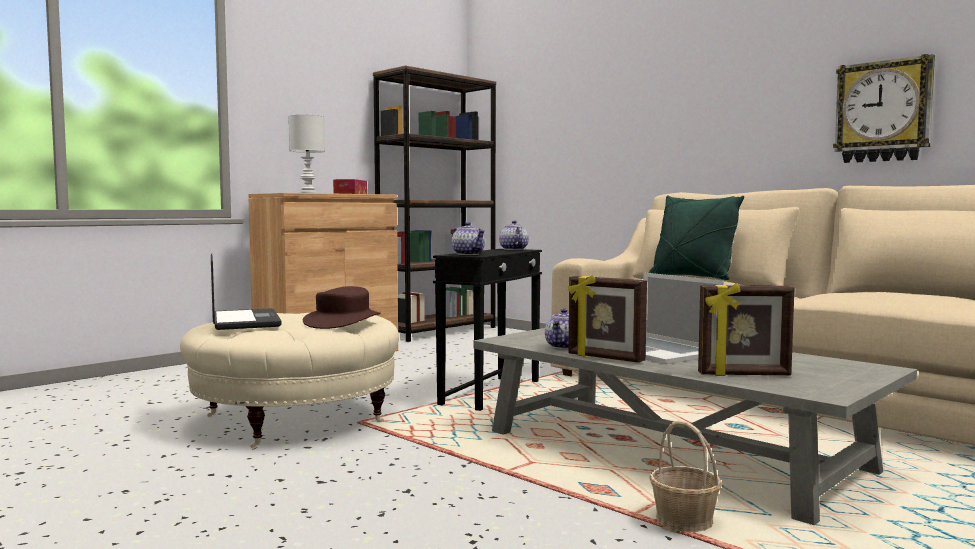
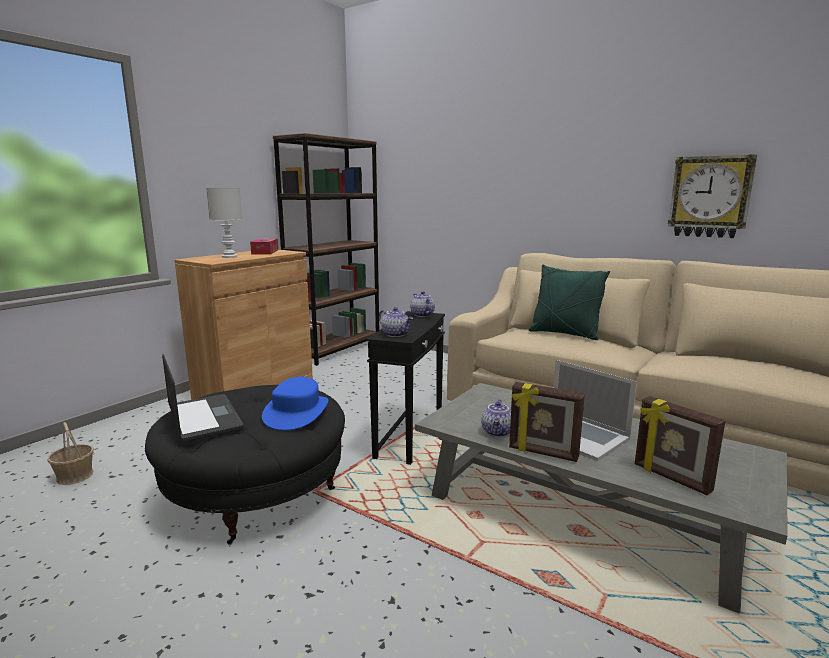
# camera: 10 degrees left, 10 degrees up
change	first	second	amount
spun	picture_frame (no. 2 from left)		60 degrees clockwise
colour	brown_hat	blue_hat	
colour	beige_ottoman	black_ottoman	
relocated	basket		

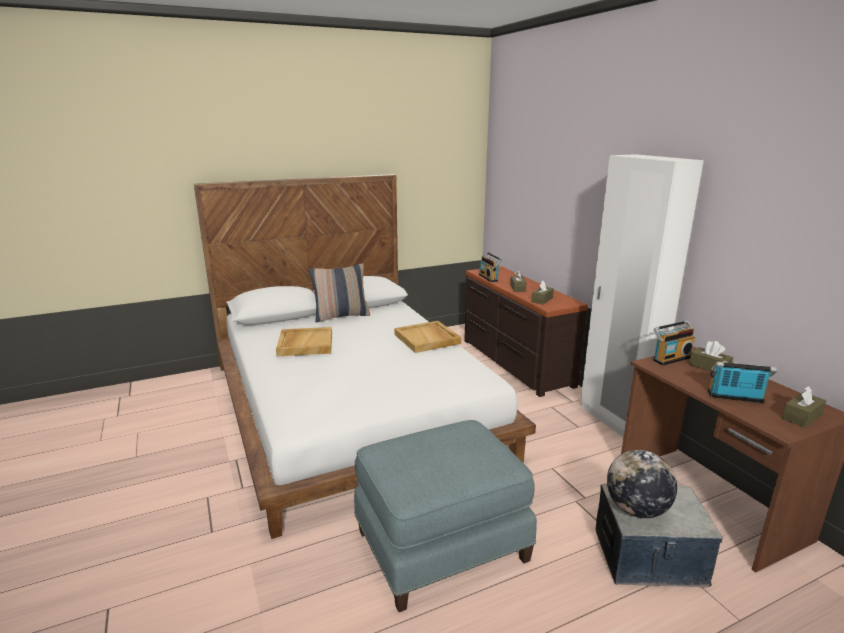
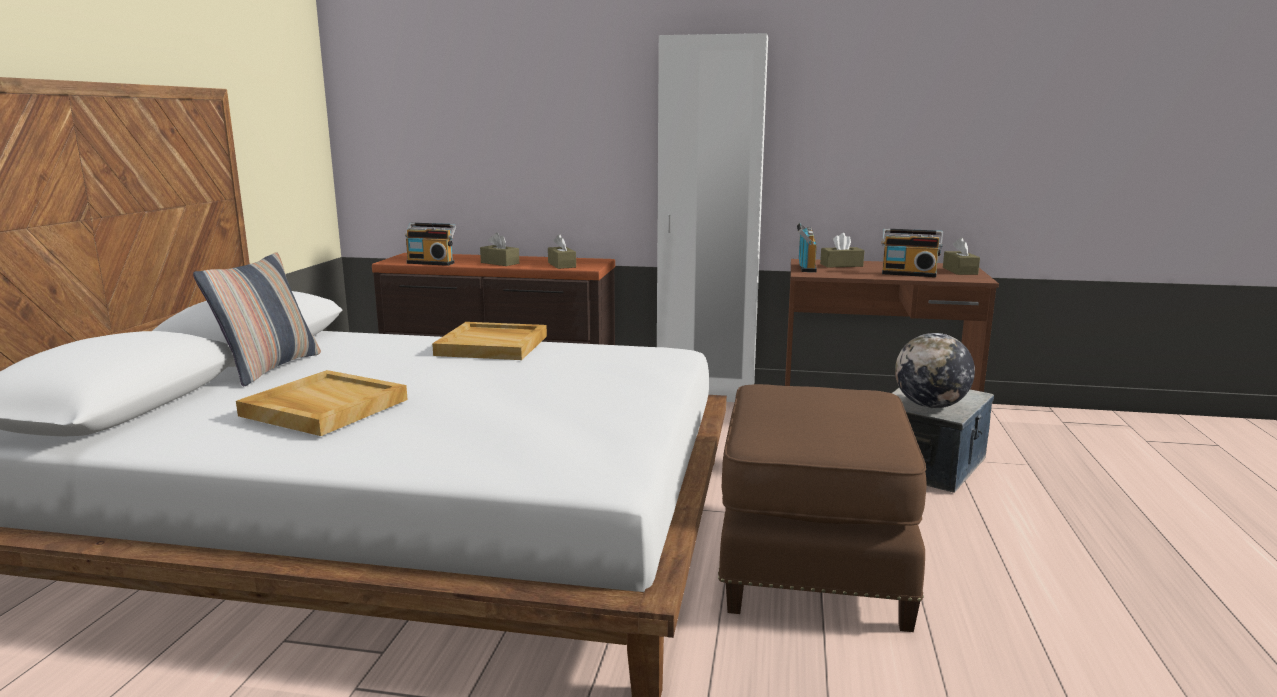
# camera: 55 degrees left, 5 degrees down
change	first	second	amount
spun	radio (no. 3 from left)		120 degrees counterclockwise
colour	blue_ottoman	brown_ottoman	

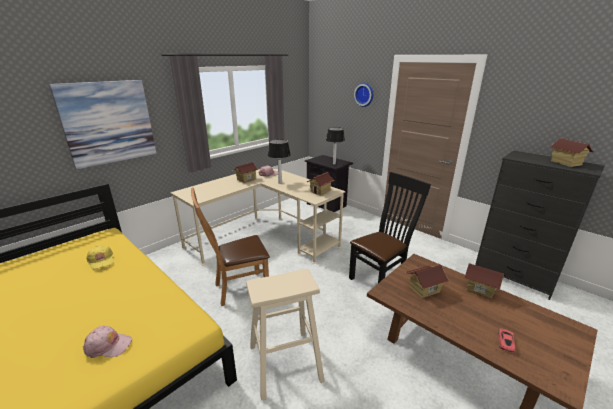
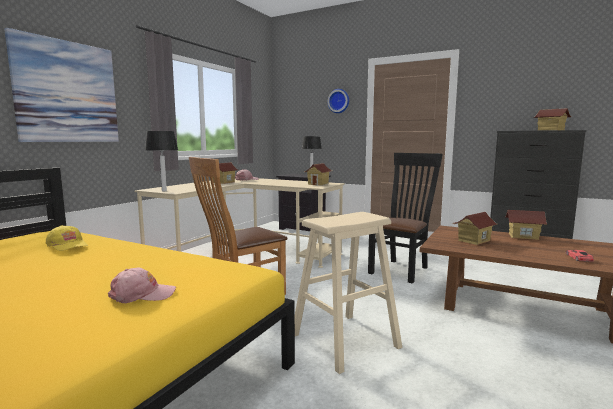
# camera: 15 degrees left, 15 degrees down
change	first	second	amount
relocated	table_lamp (no. 1 from left)		

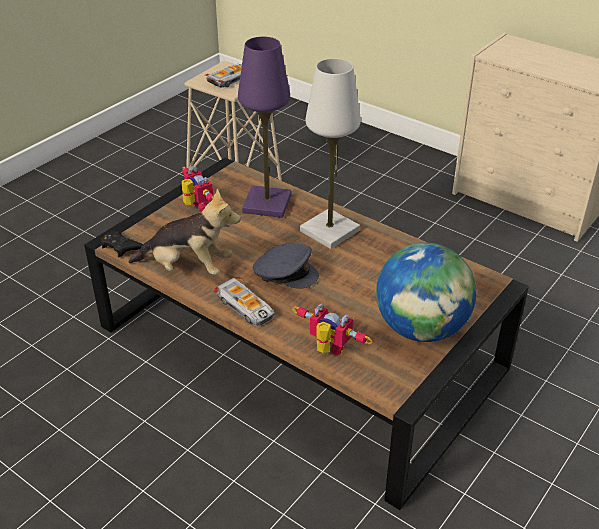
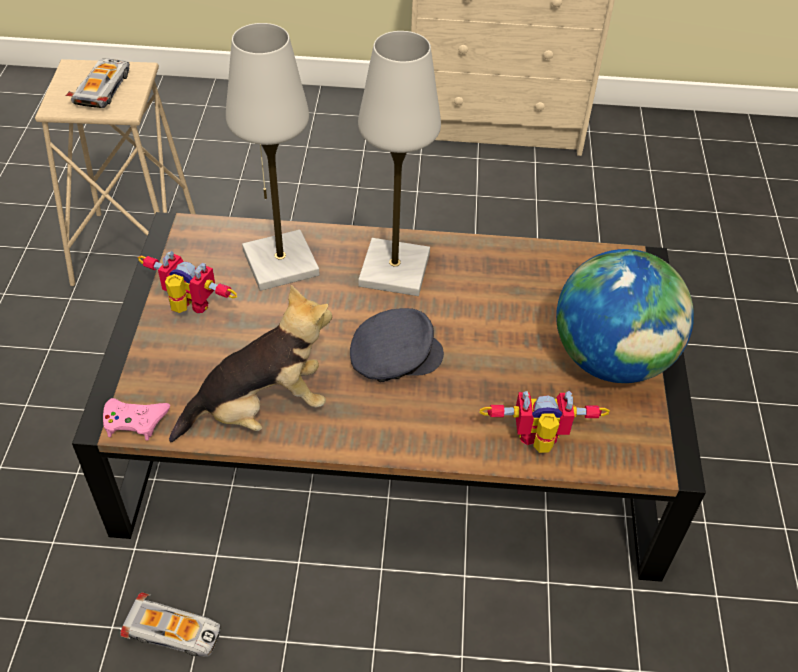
# camera: 35 degrees left, 10 degrees up
change	first	second	amount
colour	purple_table_lamp	white_table_lamp (no. 1 from left)	
colour	black_game_controller	pink_game_controller	
relocated	toy_car (no. 2 from left)		

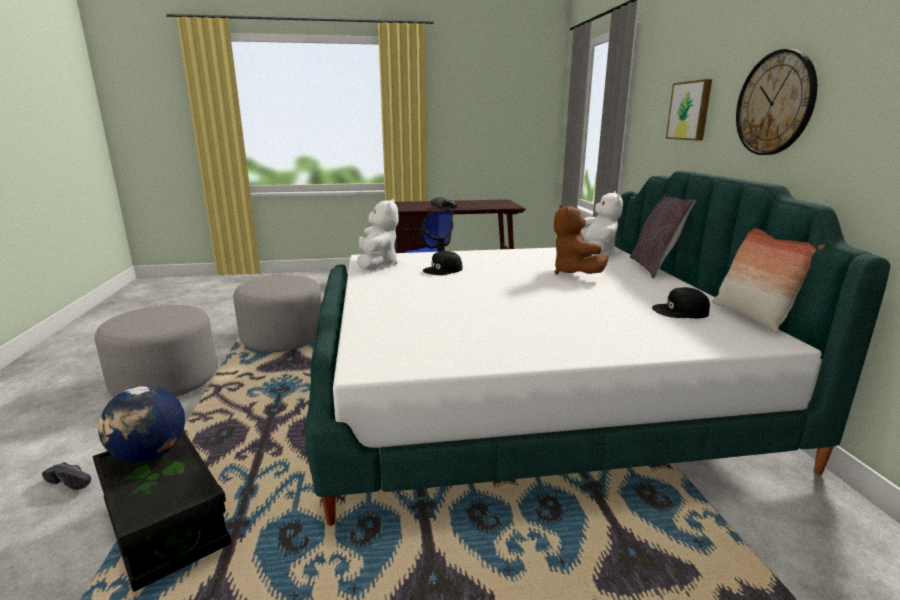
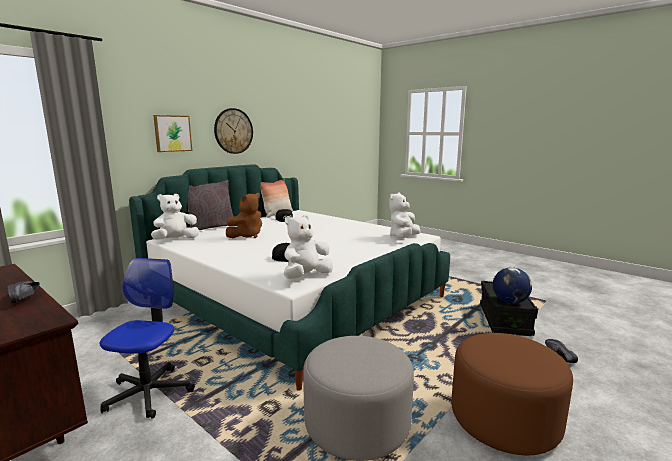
# camera: 130 degrees left, 5 degrees down
change	first	second	amount
colour	grey_ottoman (no. 1 from left)	brown_ottoman	
appeared		white_plush_toy (no. 3 from left)	

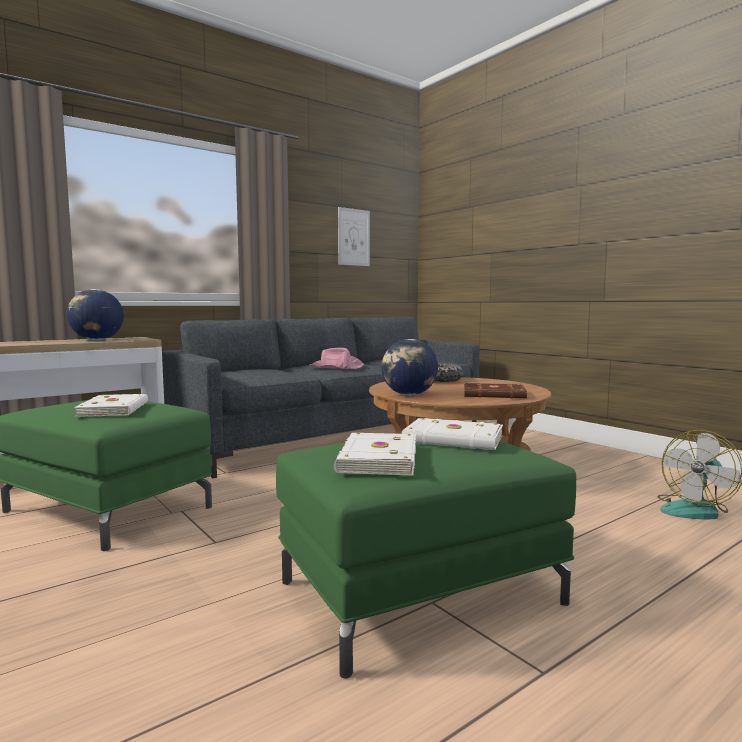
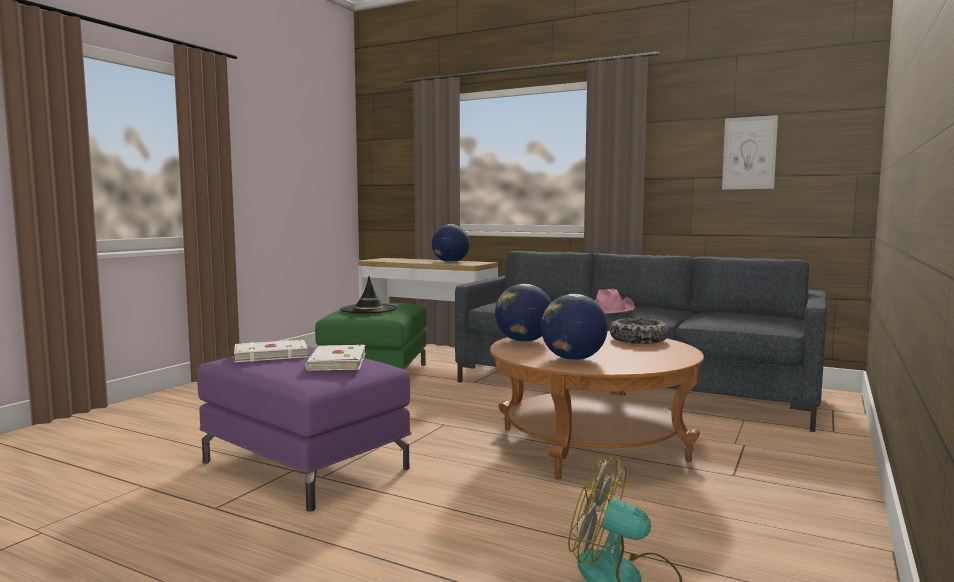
# camera: 65 degrees right, 0 degrees up
change	first	second	amount
exchanged	brown_book	globe (no. 3 from left)	
exchanged	white_book (no. 1 from left)	black_hat	
colour	green_ottoman (no. 2 from left)	purple_ottoman	

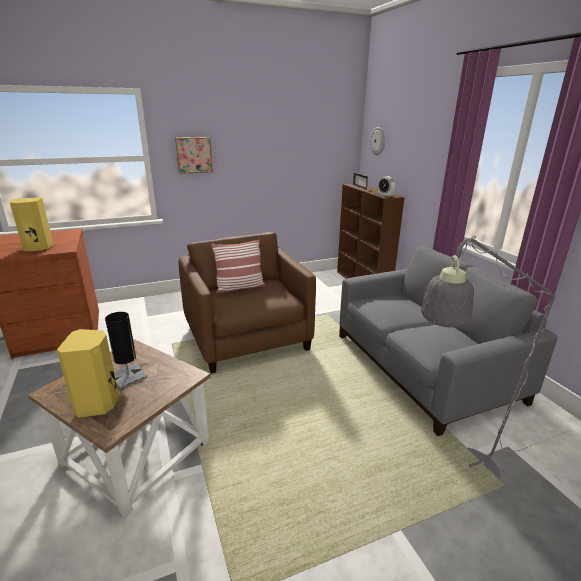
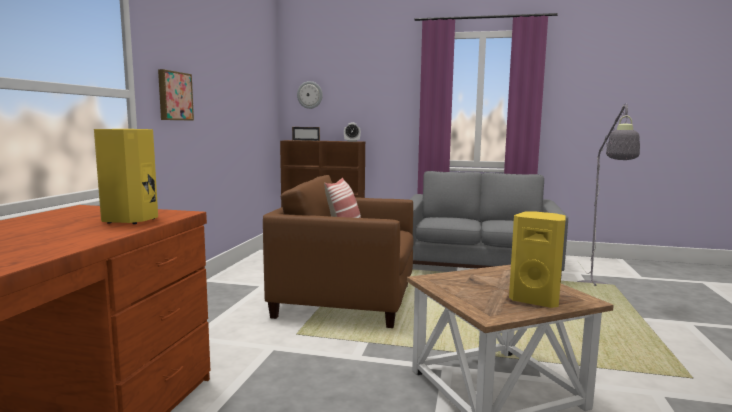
# camera: 55 degrees left, 15 degrees down
change	first	second	amount
missing	black_table_lamp		

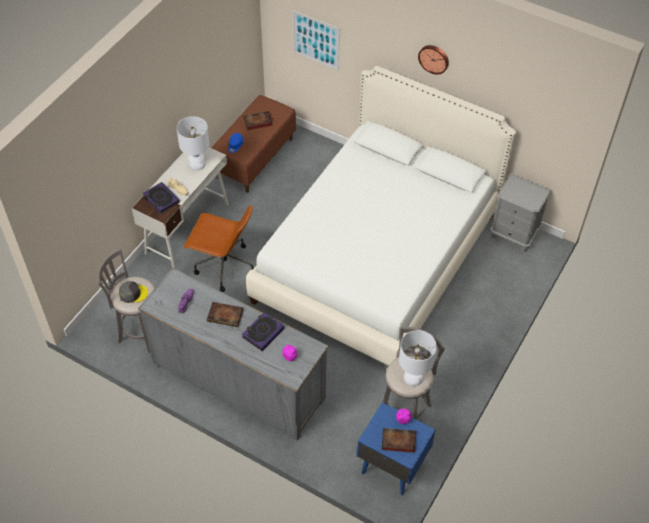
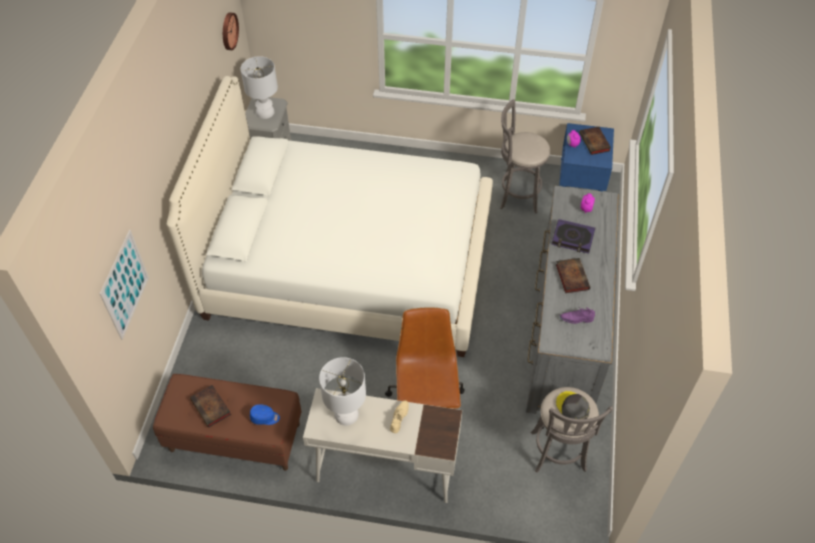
# camera: 110 degrees left, 0 degrees up
change	first	second	amount
relocated	wall_clock		
missing	book (no. 1 from left)		
relocated	white_table_lamp (no. 2 from left in the first image)	white_table_lamp (no. 1 from left)	

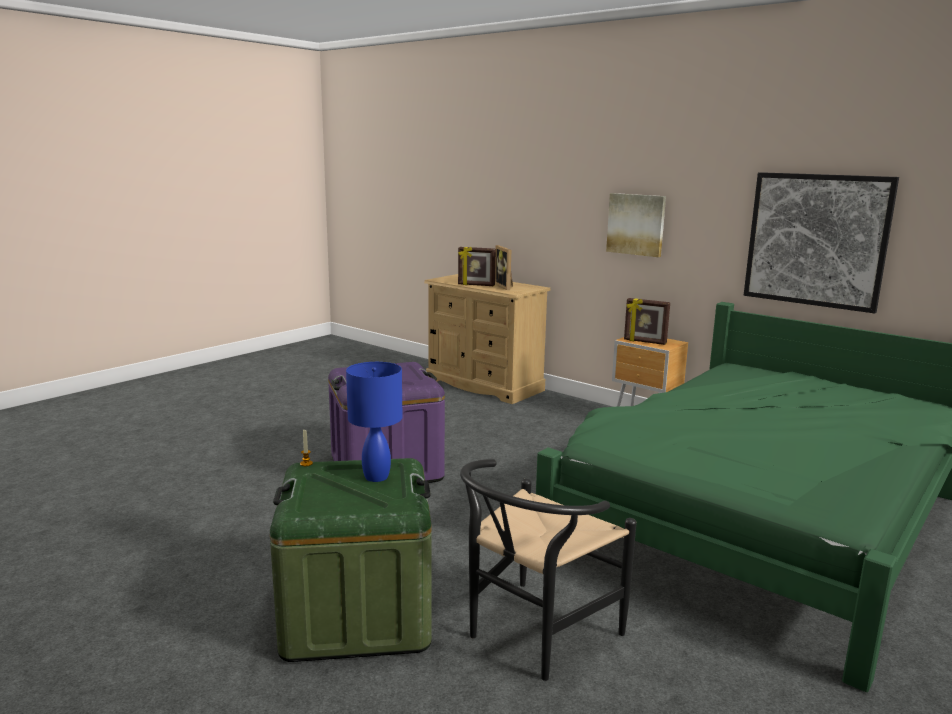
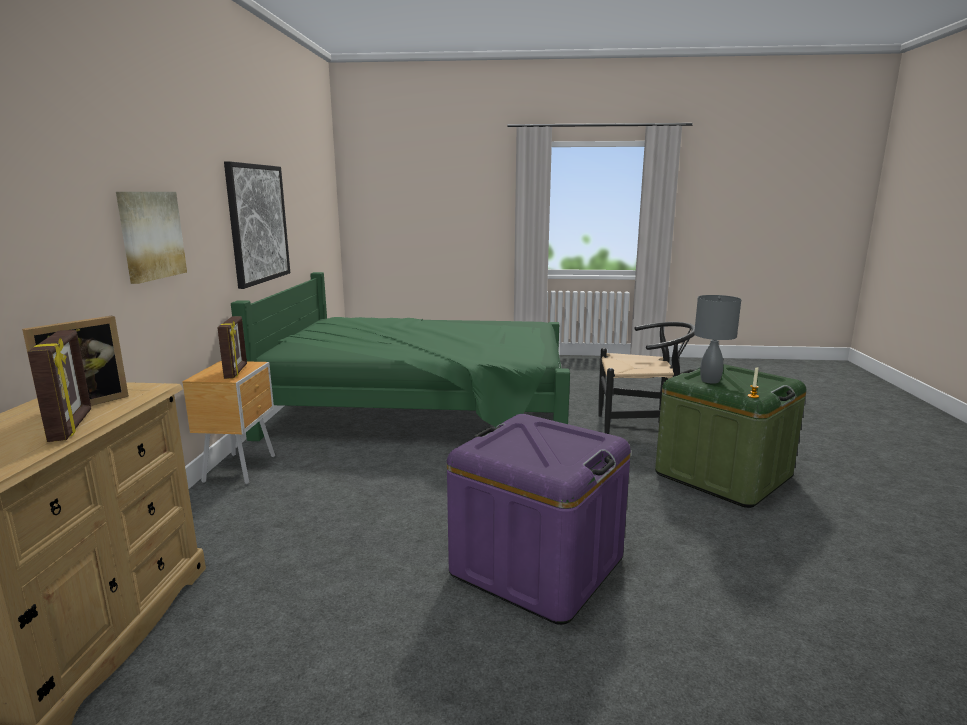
# camera: 125 degrees left, 0 degrees up
change	first	second	amount
colour	blue_table_lamp	grey_table_lamp	

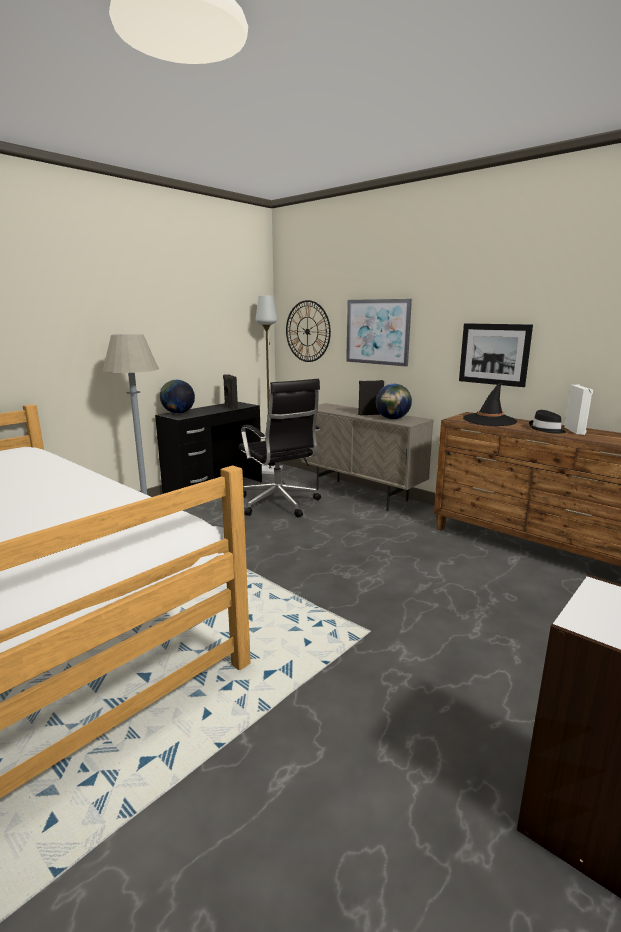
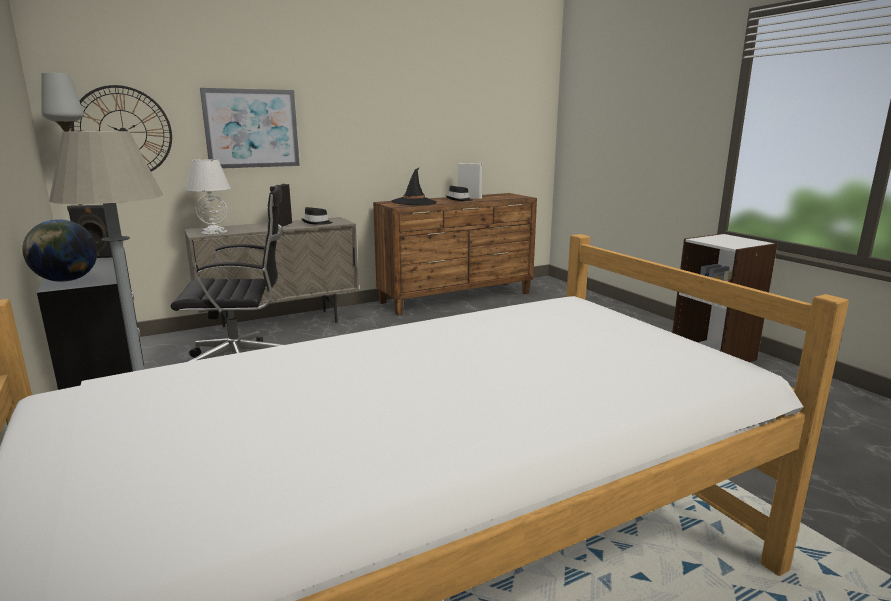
# camera: 70 degrees left, 0 degrees up
change	first	second	amount
missing	picture (no. 2 from left)		
exchanged	globe (no. 2 from left)	black_hat (no. 1 from left)	
appeared		white_table_lamp	

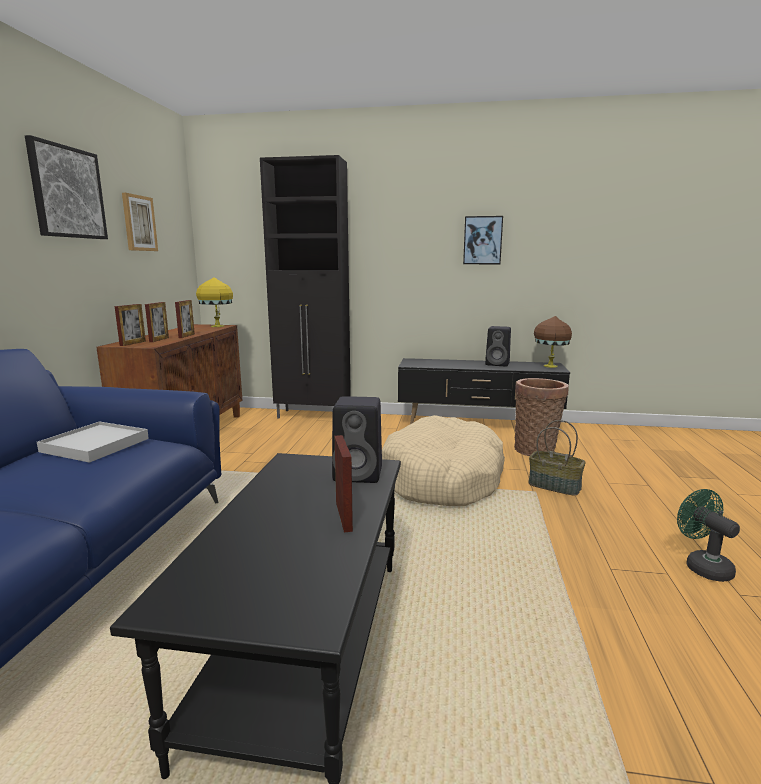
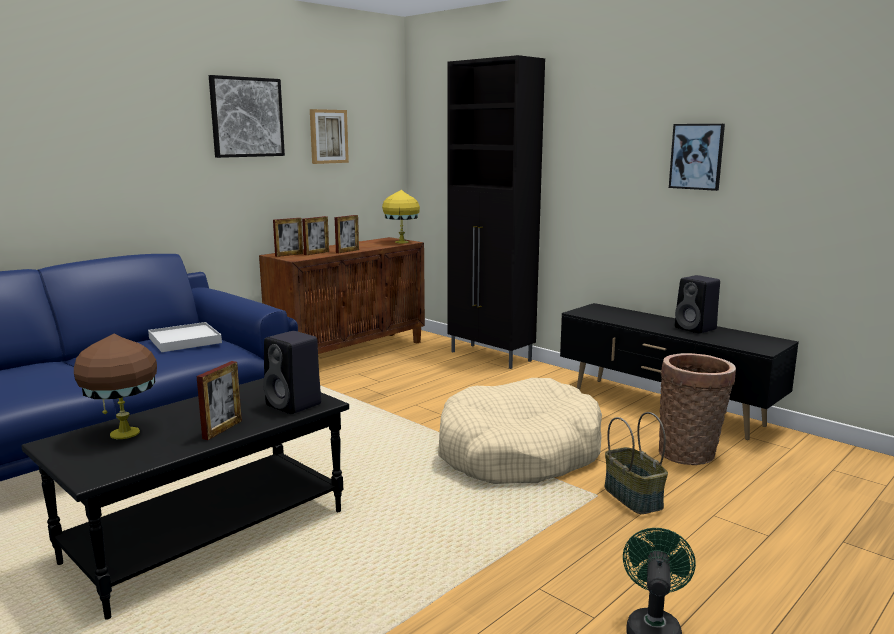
# camera: 35 degrees right, 0 degrees up
change	first	second	amount
relocated	brown_table_lamp		

